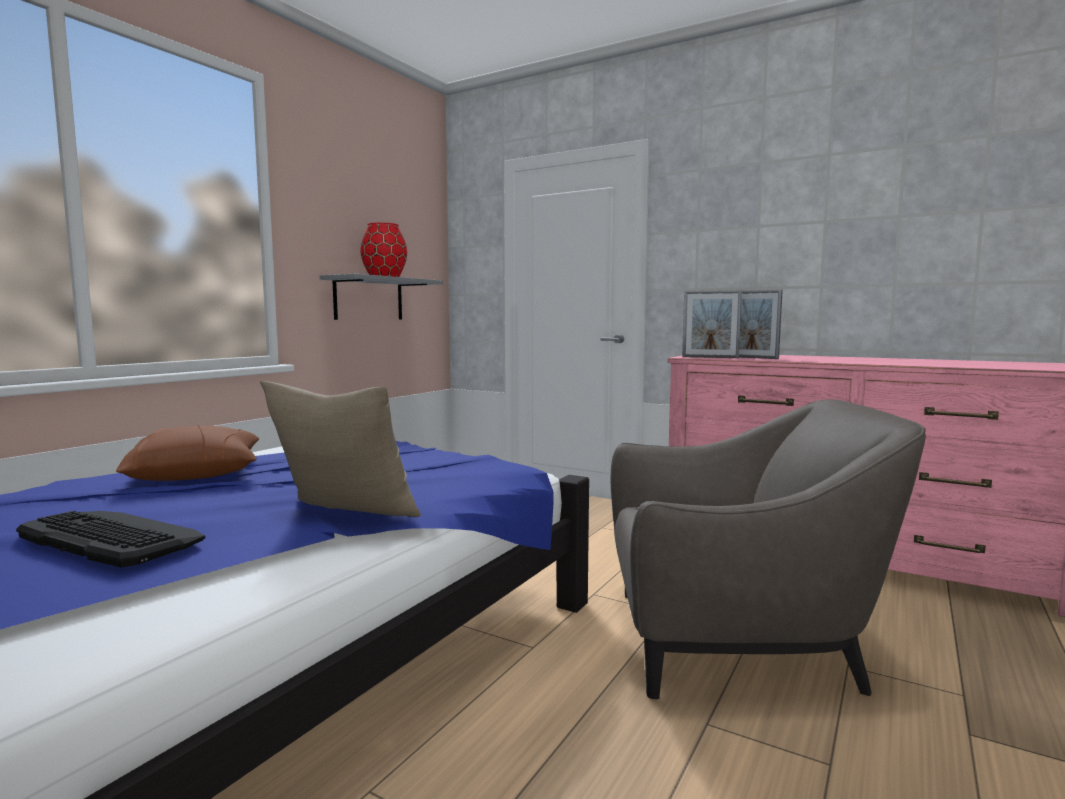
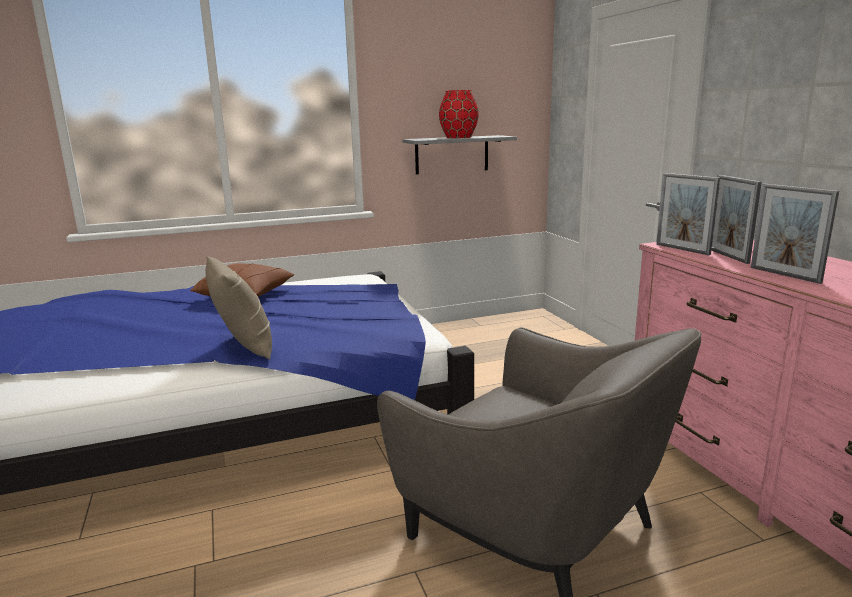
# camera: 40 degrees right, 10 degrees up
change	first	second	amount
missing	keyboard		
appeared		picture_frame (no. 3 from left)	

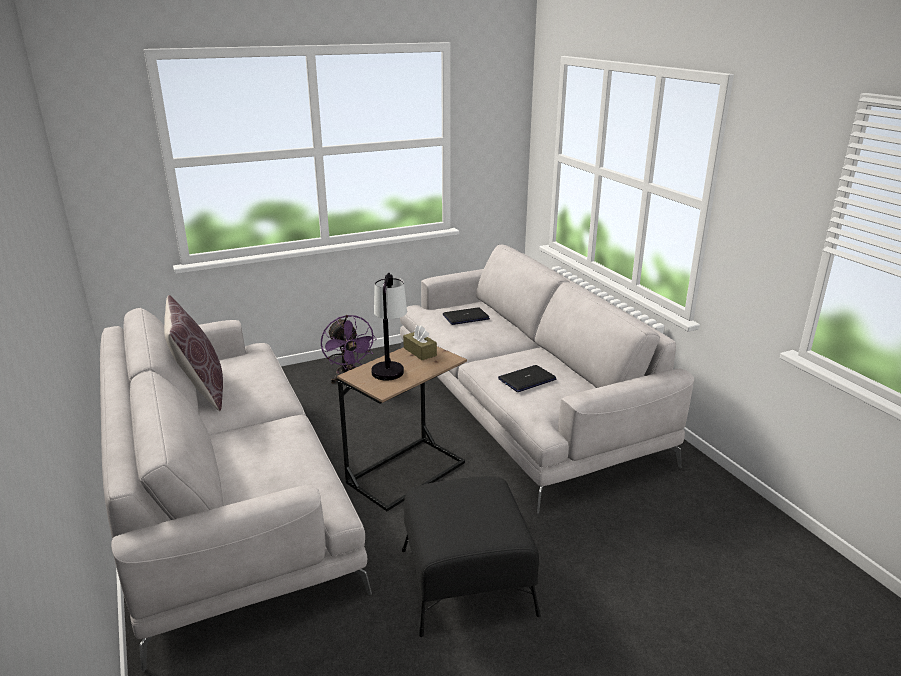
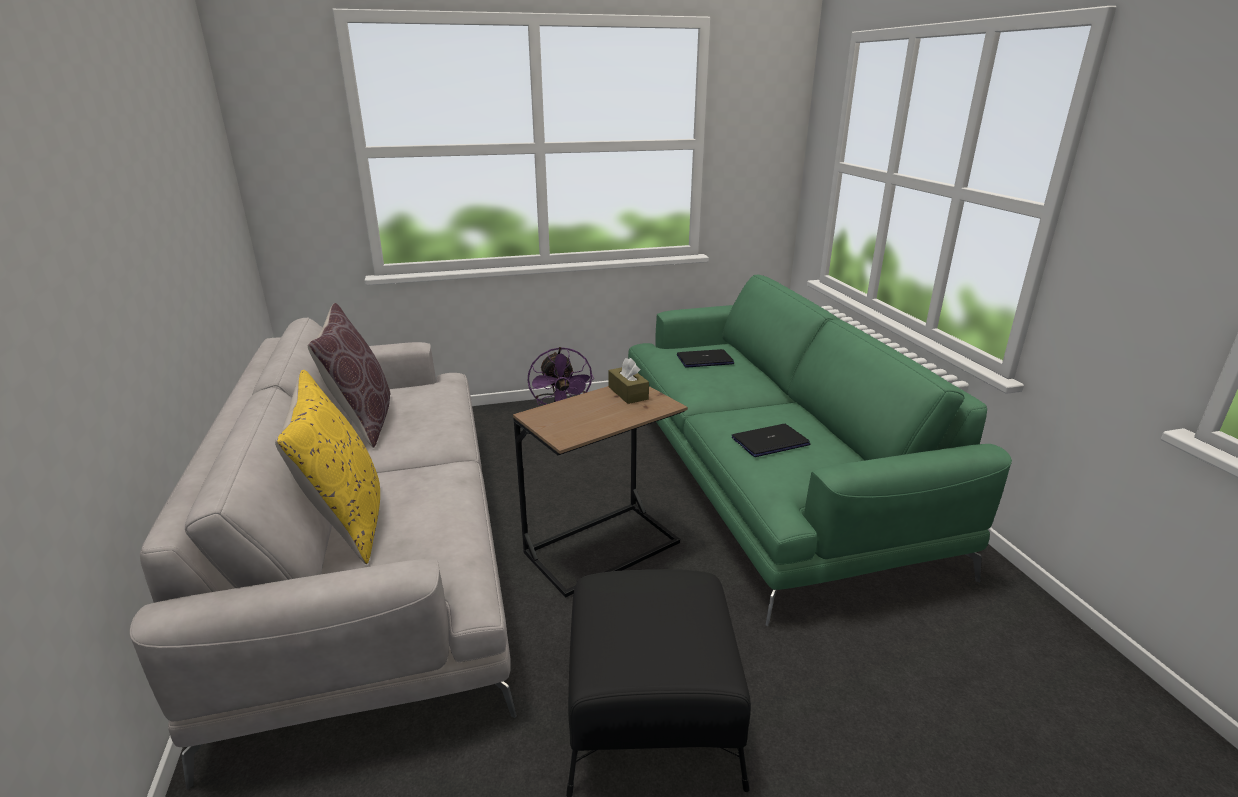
# camera: 10 degrees right, 0 degrees up
change	first	second	amount
colour	grey_sofa (no. 2 from left)	green_sofa	
missing	table_lamp		
appeared		yellow_pillow	

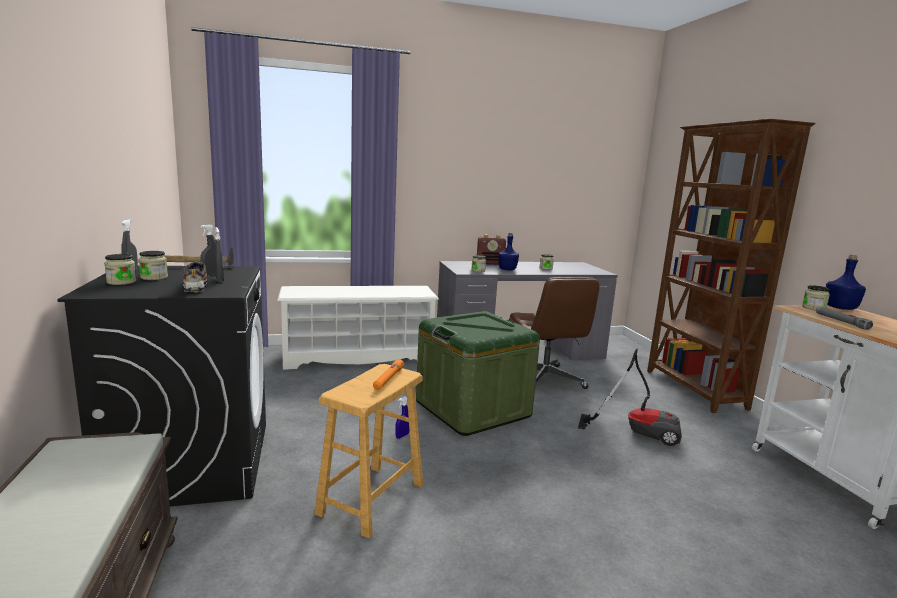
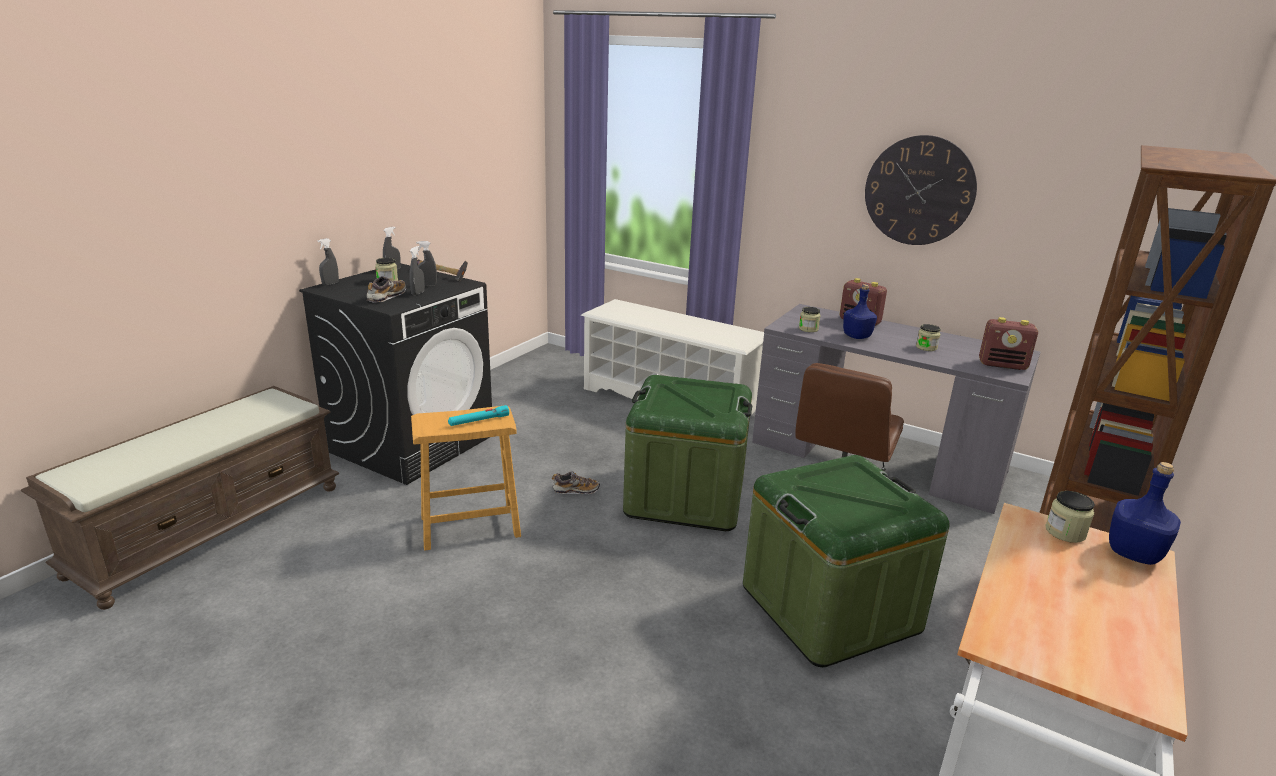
# camera: 45 degrees right, 10 degrees up
change	first	second	amount
missing	jar (no. 1 from left)		
missing	grey_flashlight		
exchanged	vacuum_cleaner	green_storage_box (no. 2 from left)	
colour	orange_flashlight	turquoise_flashlight	
exchanged	blue_spray_bottle	shoe (no. 2 from left)	
appeared		wall_clock	
appeared		grey_spray_bottle (no. 1 from left)	
appeared		radio (no. 2 from left)	

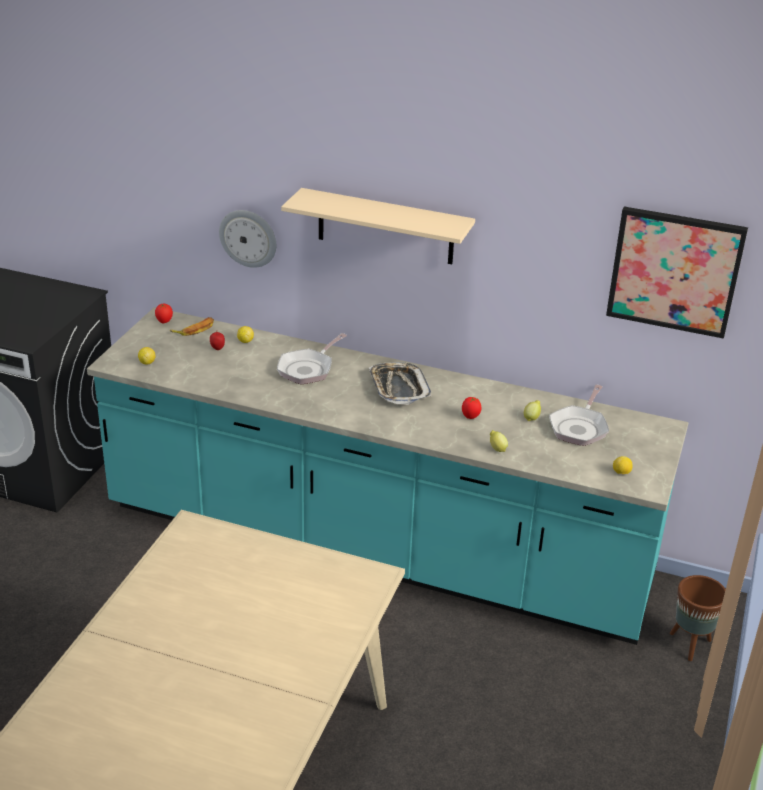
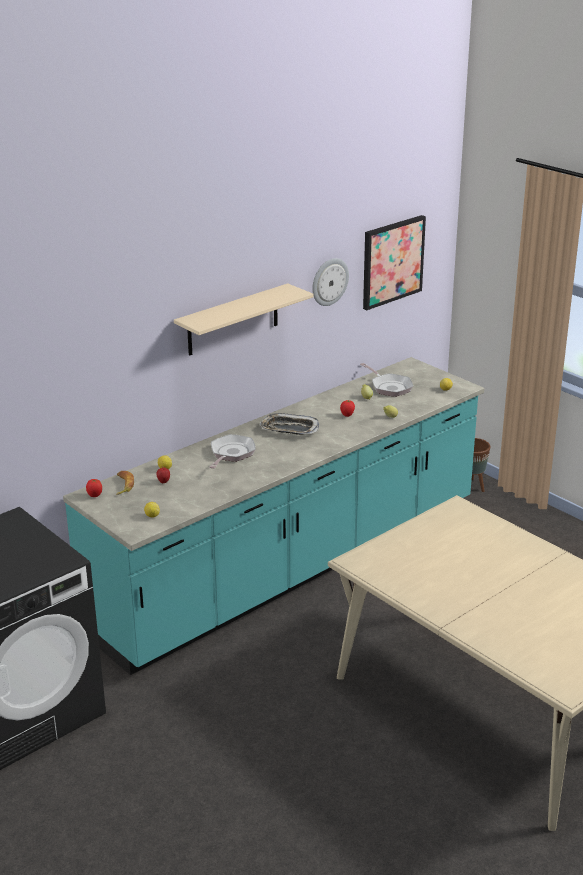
# camera: 60 degrees left, 5 degrees down
change	first	second	amount
relocated	wall_clock		
spun	frying_pan (no. 1 from left)		135 degrees counterclockwise

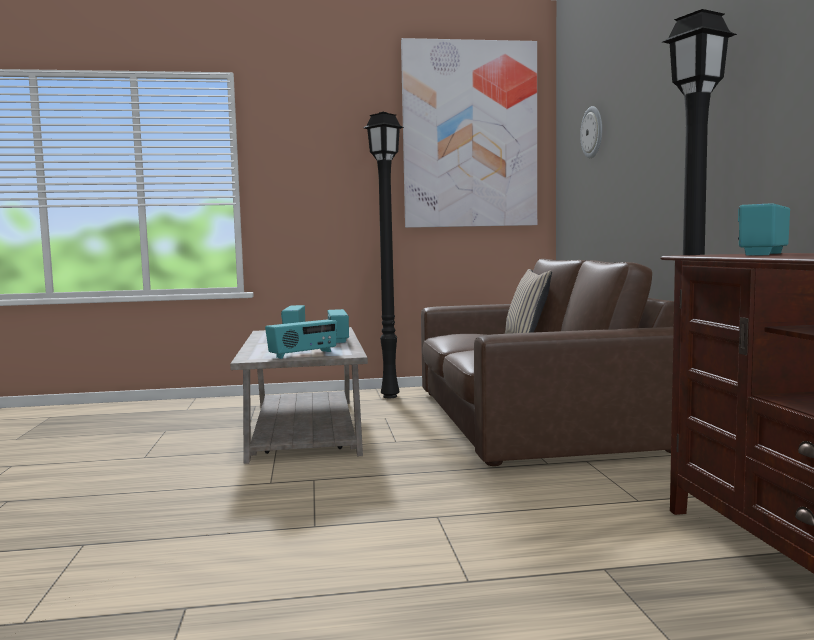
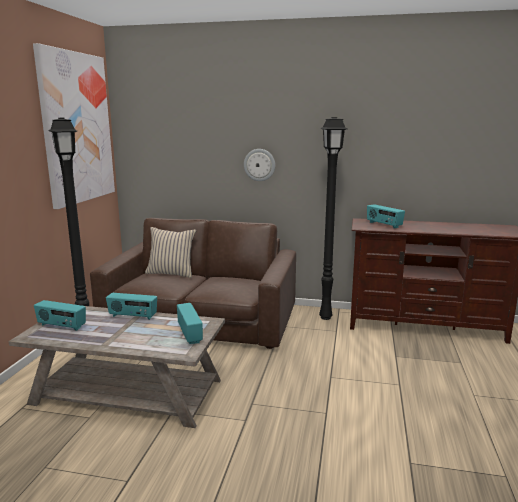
# camera: 70 degrees left, 10 degrees up
change	first	second	amount
relocated	wall_clock		

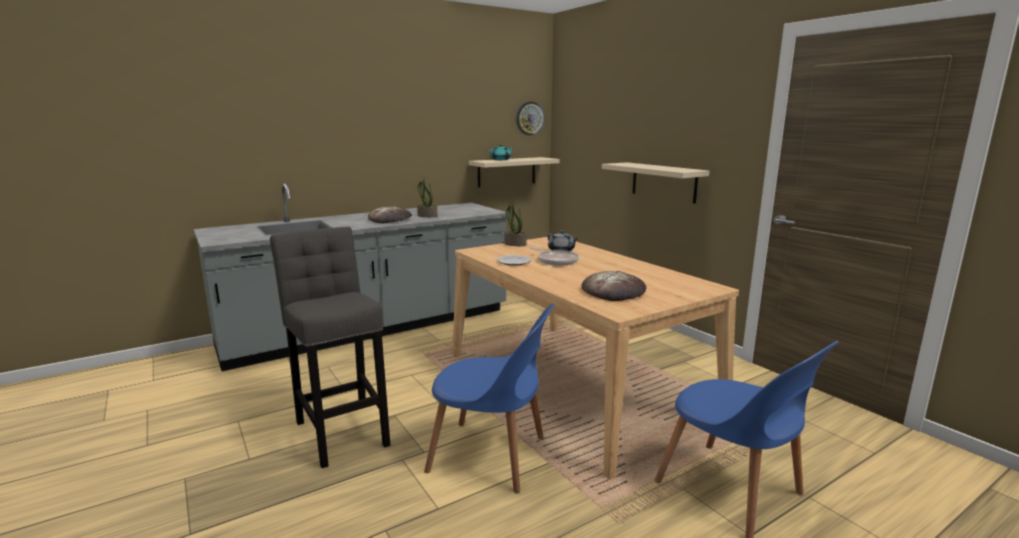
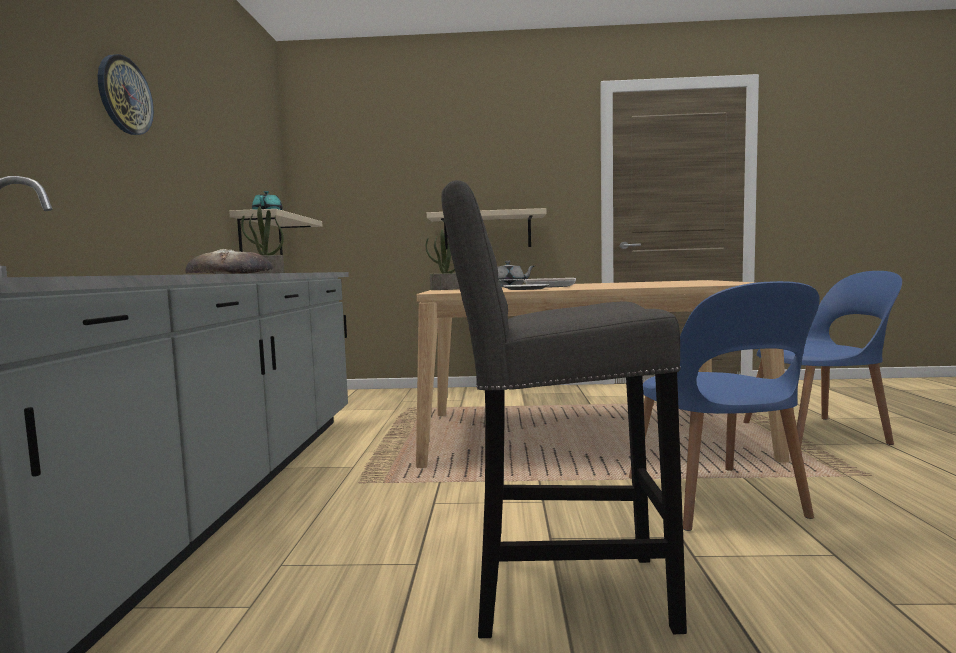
# camera: 55 degrees left, 10 degrees down
change	first	second	amount
relocated	wall_clock		
missing	bread (no. 2 from left)		
spun	blue_chair (no. 1 from left)		120 degrees clockwise

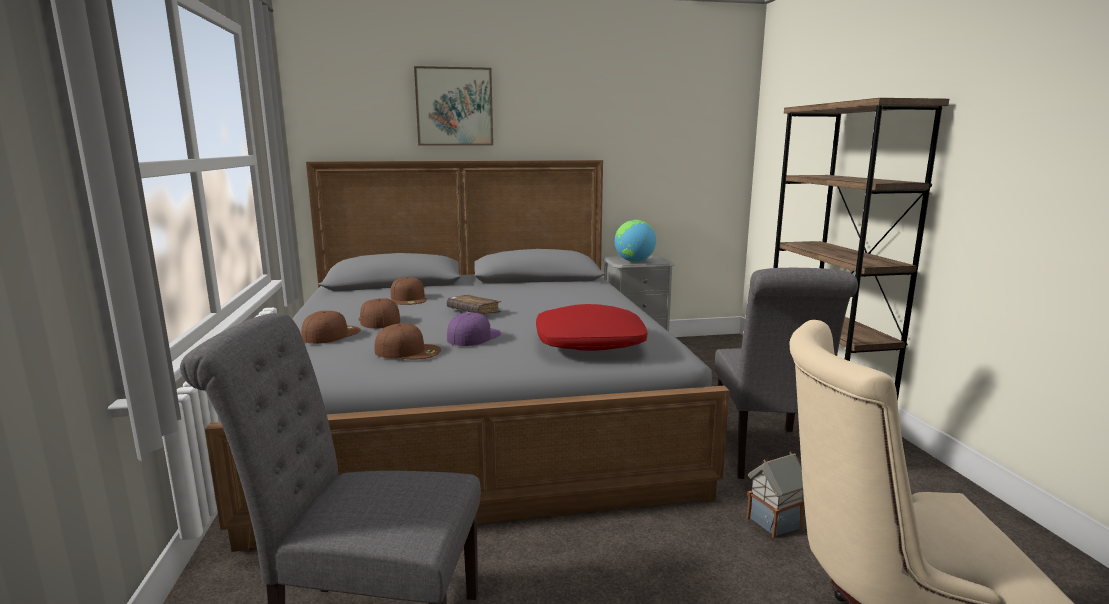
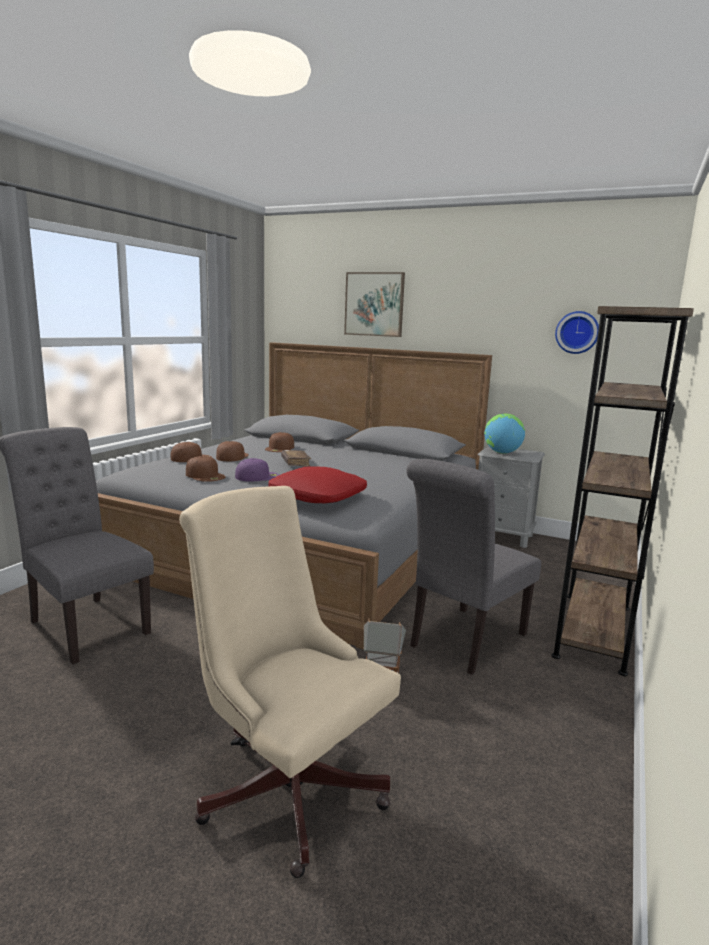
# camera: 35 degrees right, 0 degrees up
change	first	second	amount
appeared		wall_clock	

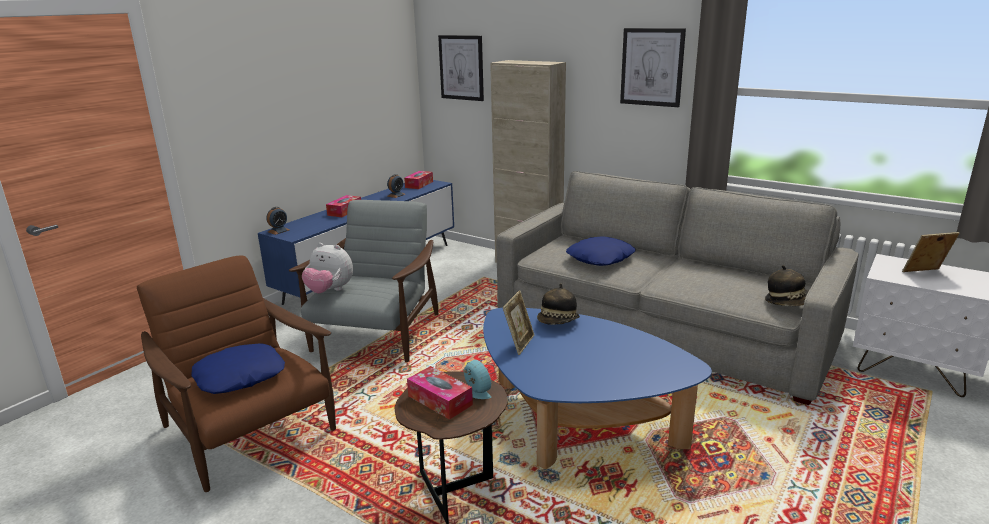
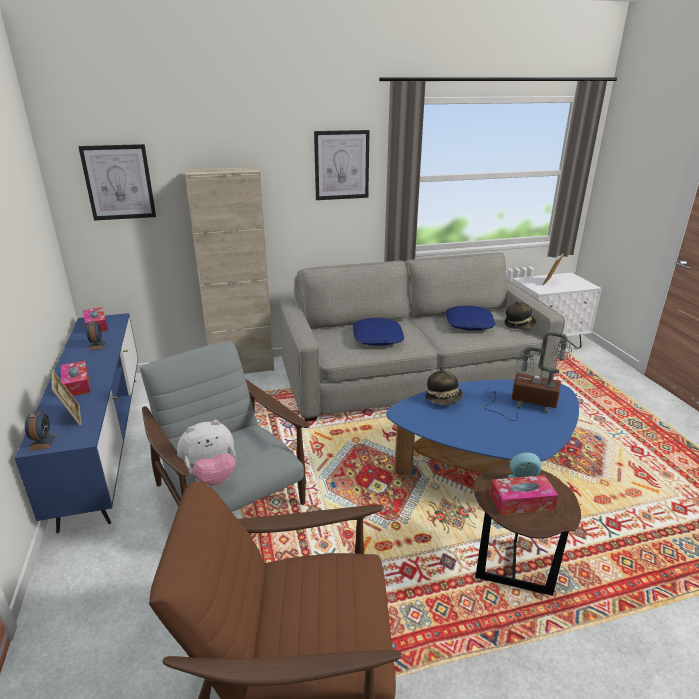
# camera: 50 degrees left, 5 degrees up
change	first	second	amount
relocated	picture_frame (no. 1 from left)		
relocated	blue_pillow (no. 1 from left in the first image)	blue_pillow (no. 2 from left)	
appeared		table_lamp	

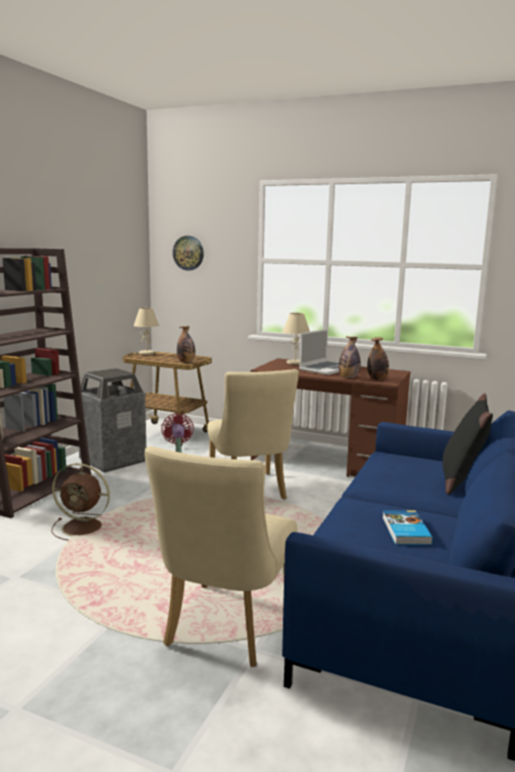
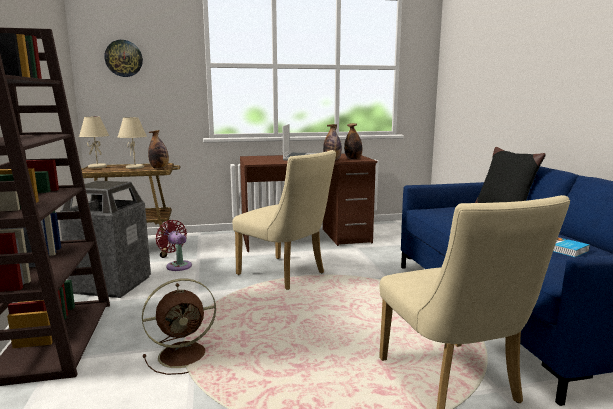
# camera: 35 degrees left, 0 degrees up
change	first	second	amount
relocated	beige_table_lamp (no. 2 from left)		

